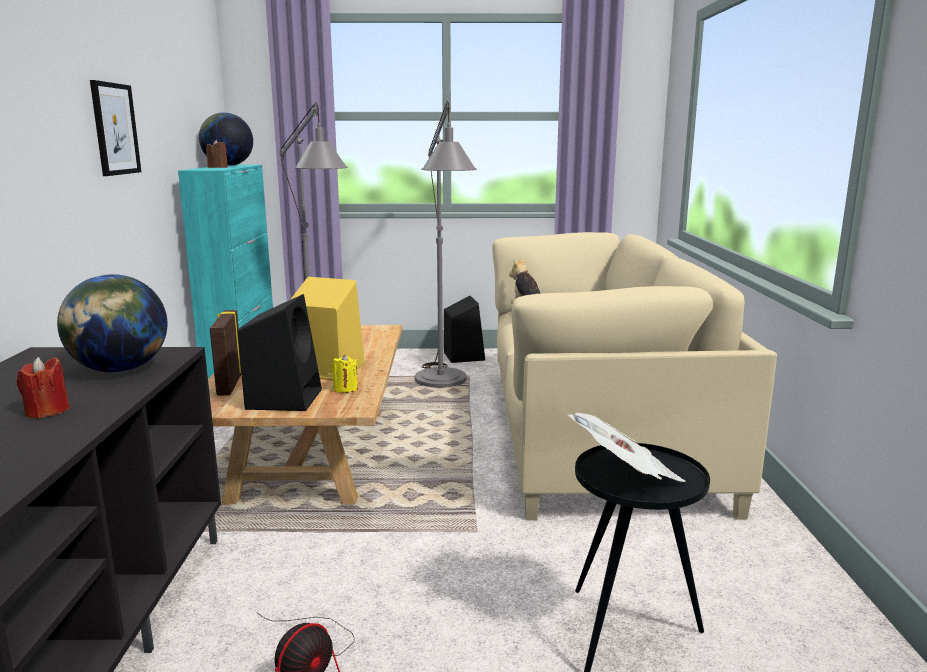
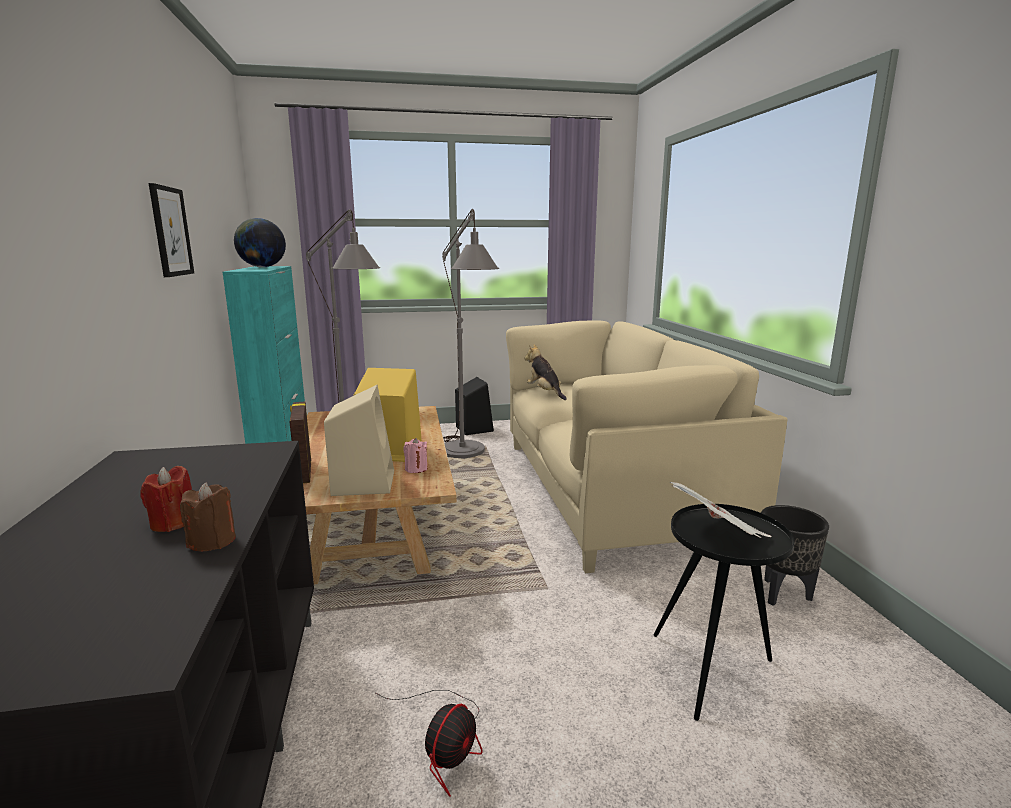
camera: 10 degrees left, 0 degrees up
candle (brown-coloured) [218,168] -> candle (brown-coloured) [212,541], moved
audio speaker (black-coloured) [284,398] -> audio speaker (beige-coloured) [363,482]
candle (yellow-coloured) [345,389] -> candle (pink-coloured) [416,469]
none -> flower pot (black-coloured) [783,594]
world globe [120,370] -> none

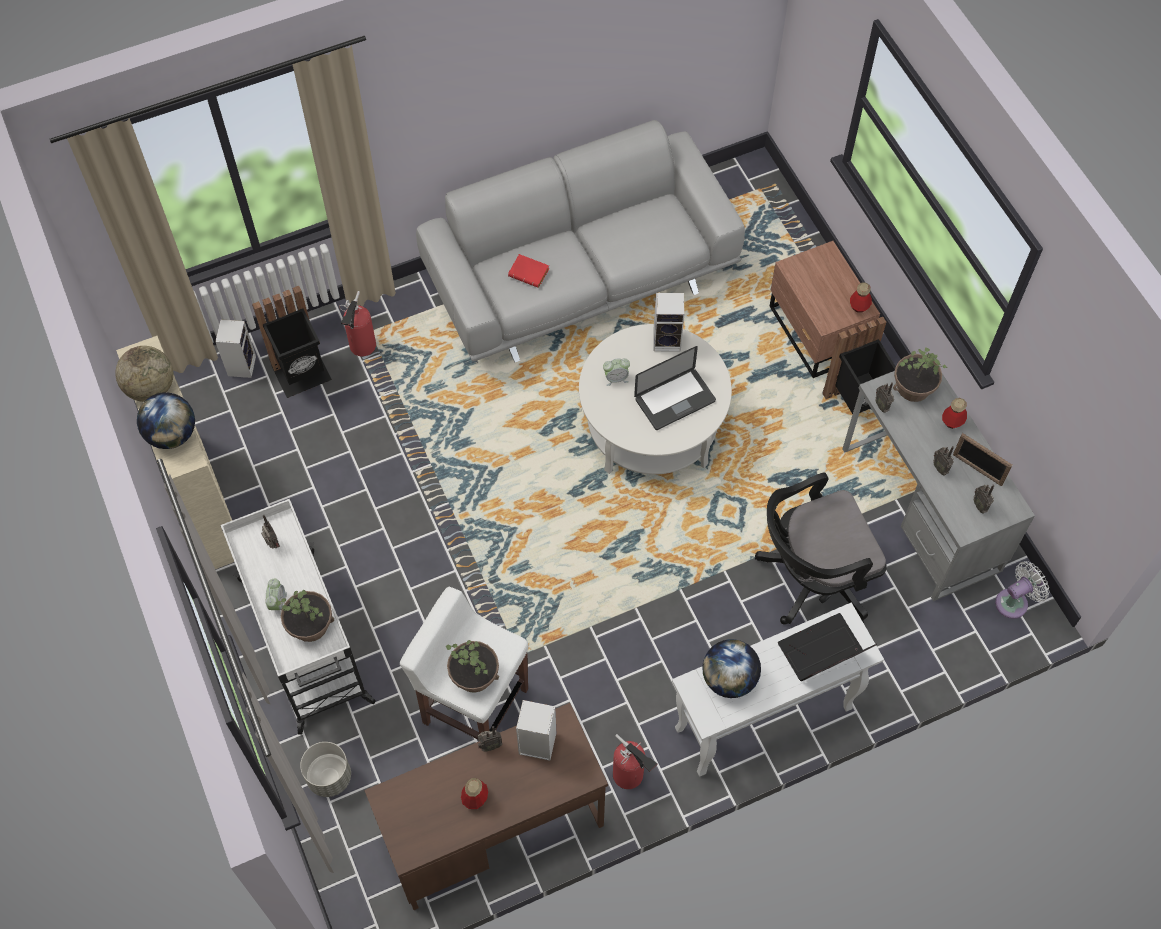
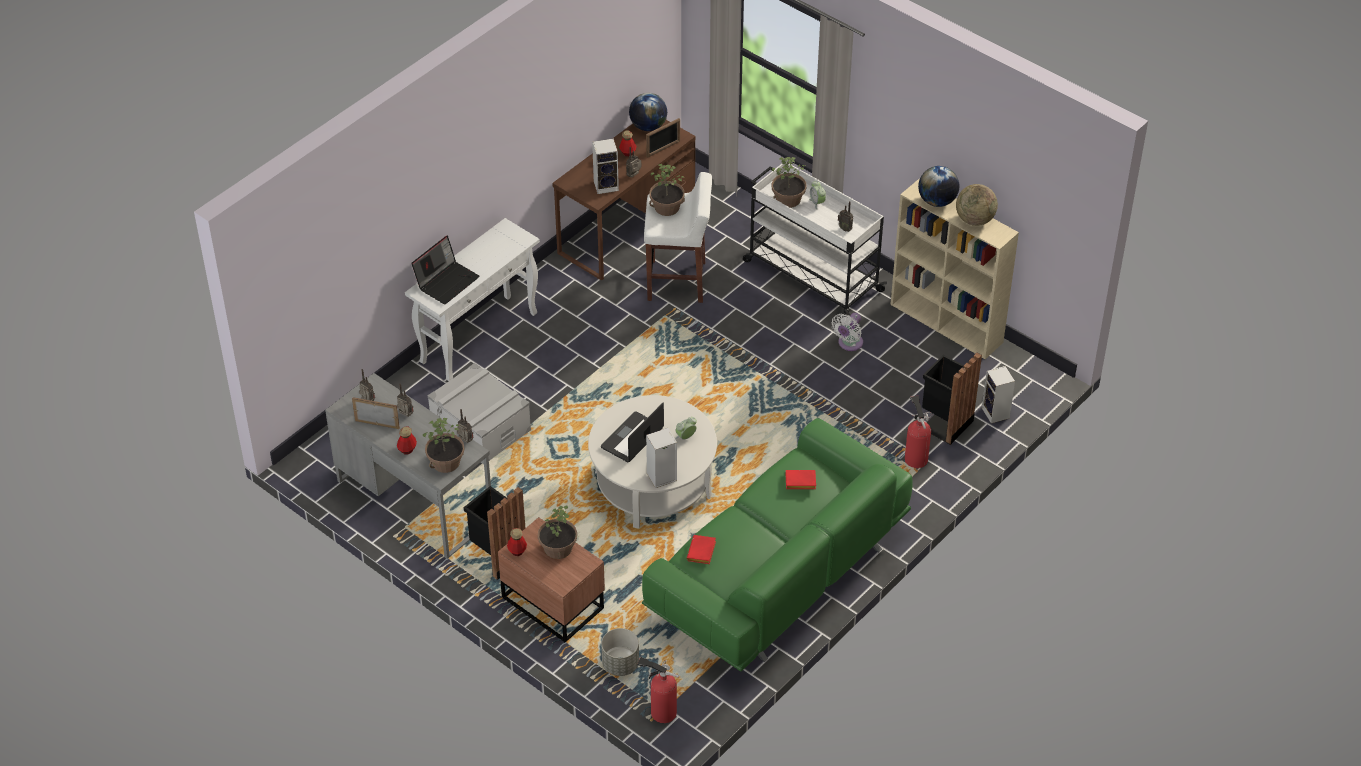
camera: 155 degrees right, 15 degrees down
desk chair (black-coloured) [811,578] -> storage container (grey) [481,427]
none -> plant in a pot [557,548]
flower pot (grey) [329,776] -> flower pot (grey) [620,664], moved
world globe [729,679] -> world globe [648,126], moved
fire extinguisher [630,777] -> fire extinguisher [660,711], moved
settee (grey) [581,276] -> settee (greenish) [777,574]
none -> standing frame [663,149]
none -> volume (red-coloured) [702,552]
cooling fan (white-coloured) [1014,602] -> cooling fan (white-coloured) [849,344], moved

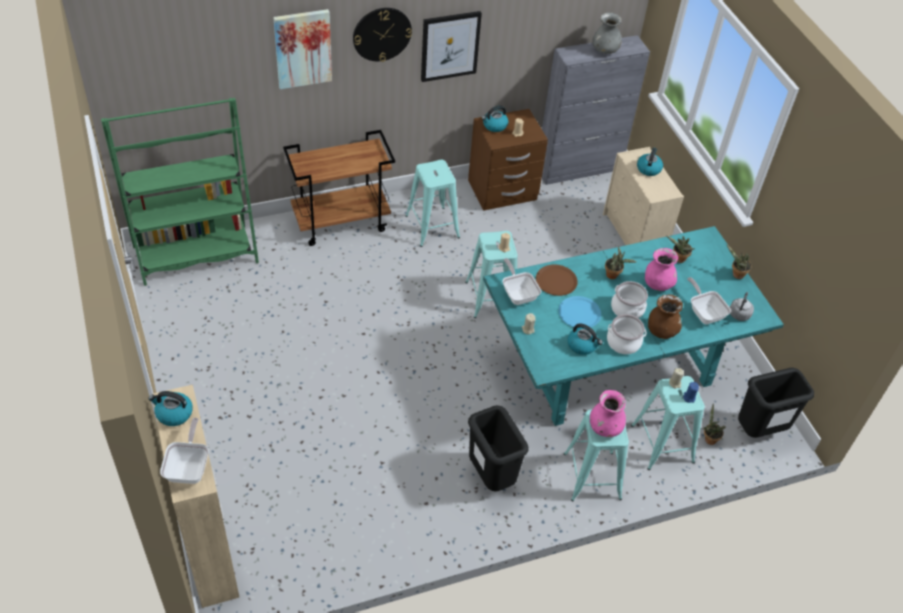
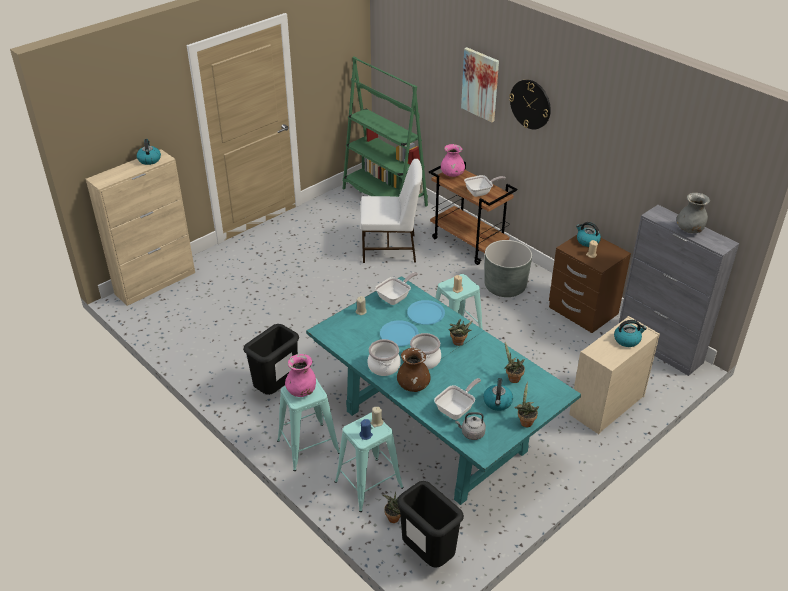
camera: 70 degrees right, 10 degrees down
none -> upright chair (white-coloured) [390,249]
plate (brown-coloured) [556,281] -> plate (bluish) [426,313]
decorative vase (pink-coloured) [657,284] -> decorative vase (pink-coloured) [452,174], moved
skillet [189,467] -> skillet [481,192], moved
tea kettle [582,345] -> tea kettle [497,402], moved
stool (turquoise-coloured) [432,226] -> flower pot (grey) [505,286]
wall picture [450,46] -> none

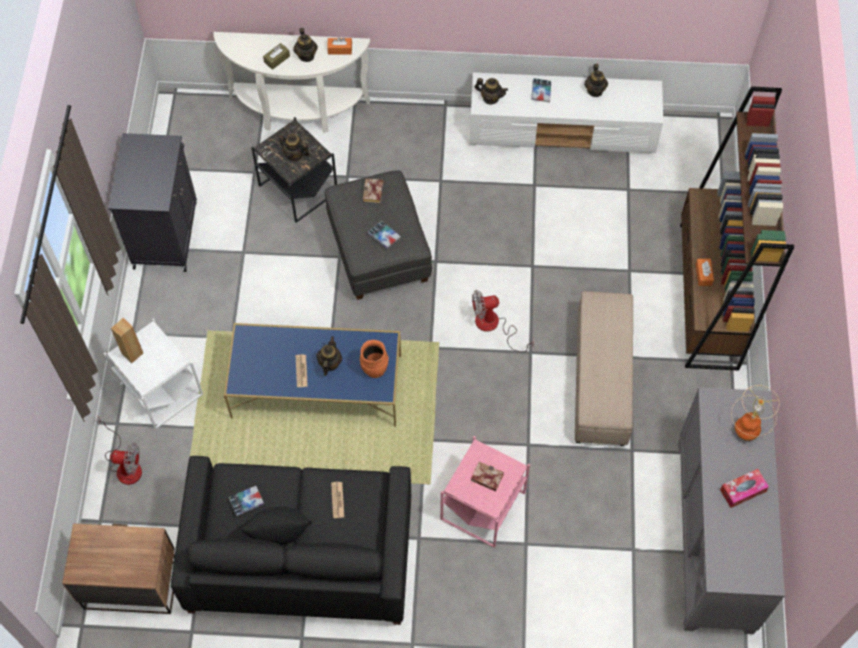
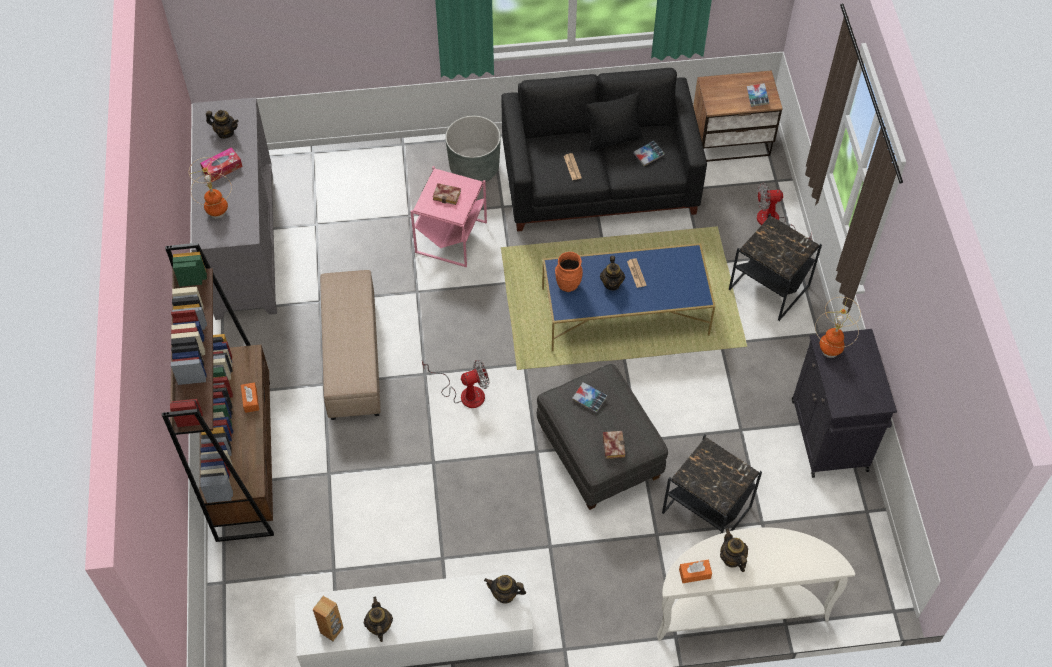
camera: 170 degrees right, 5 degrees down
tea pot [294,155] -> tea pot [225,132], moved
audio speaker (brown-coloured) [132,353] -> audio speaker (brown-coloured) [332,630], moved
none -> flower pot (grey) [474,168]
accent table (white-coloured) [160,389] -> accent table (black-coloured) [769,288]
volume [541,92] -> volume [757,97], moved
none -> lamp for a table [830,350]
box of tissues (brown-coloured) [277,59] -> none

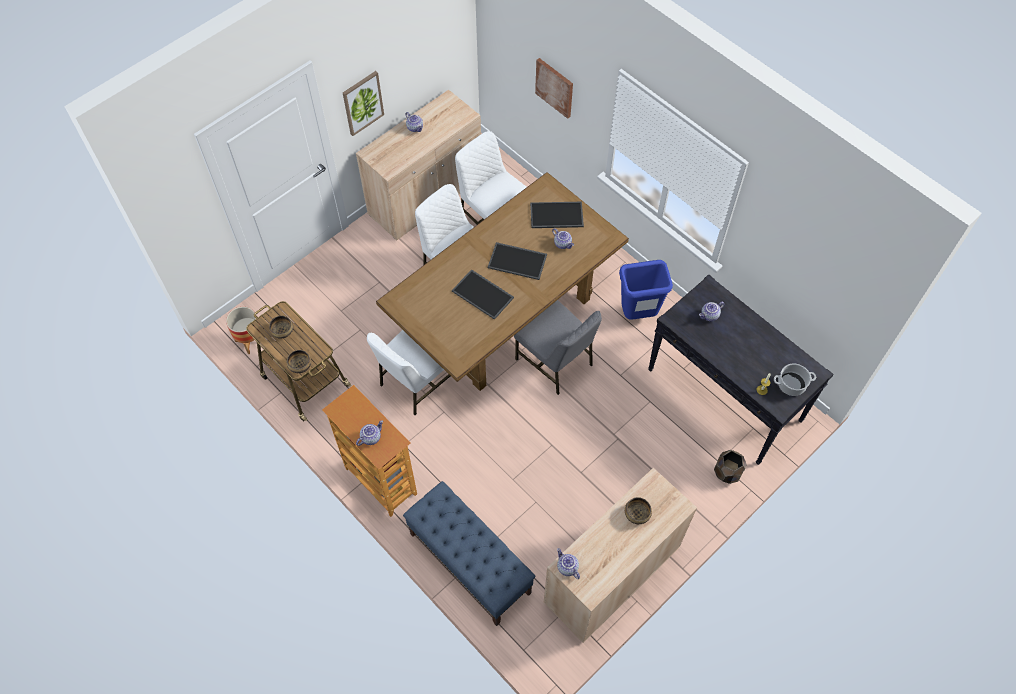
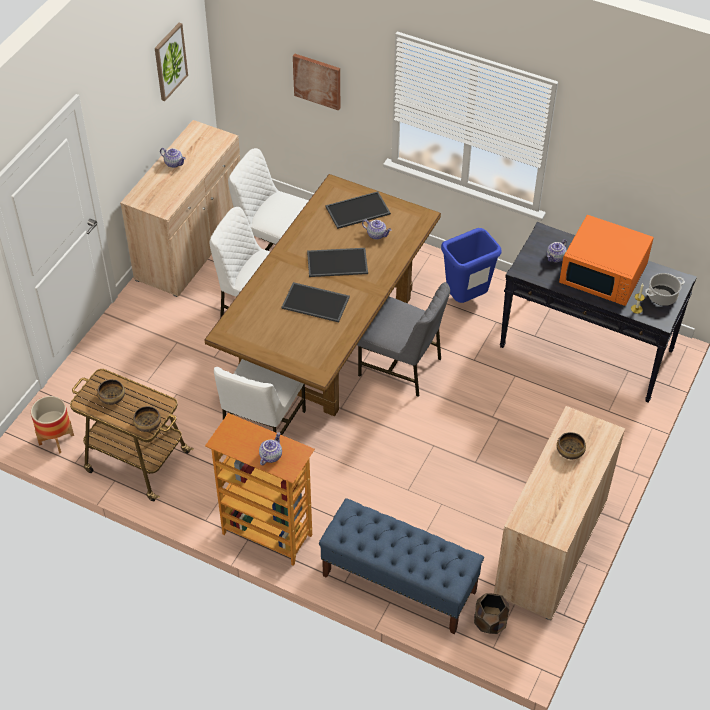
camera: 20 degrees left, 10 degrees down
wall picture [362,103] -> wall picture [170,61], moved
flower pot (brown-coloured) [727,472] -> flower pot (brown-coloured) [490,622], moved
none -> microwave oven (orange-coloured) [604,274]
tea pot [567,567] -> none

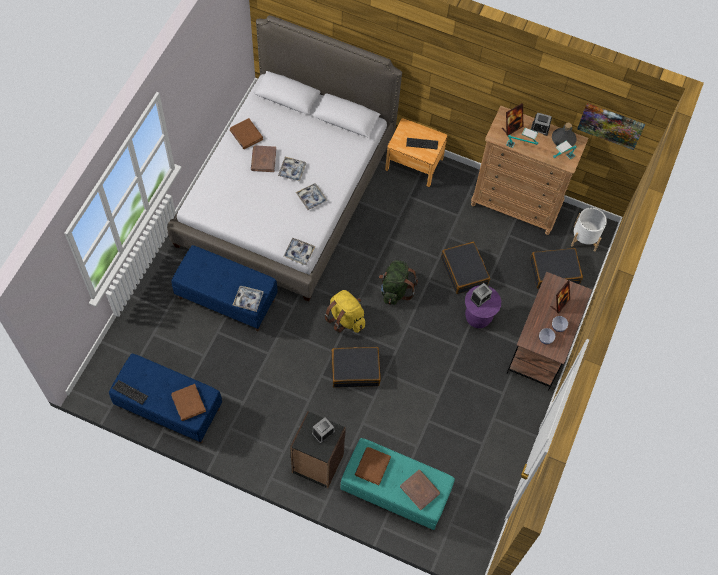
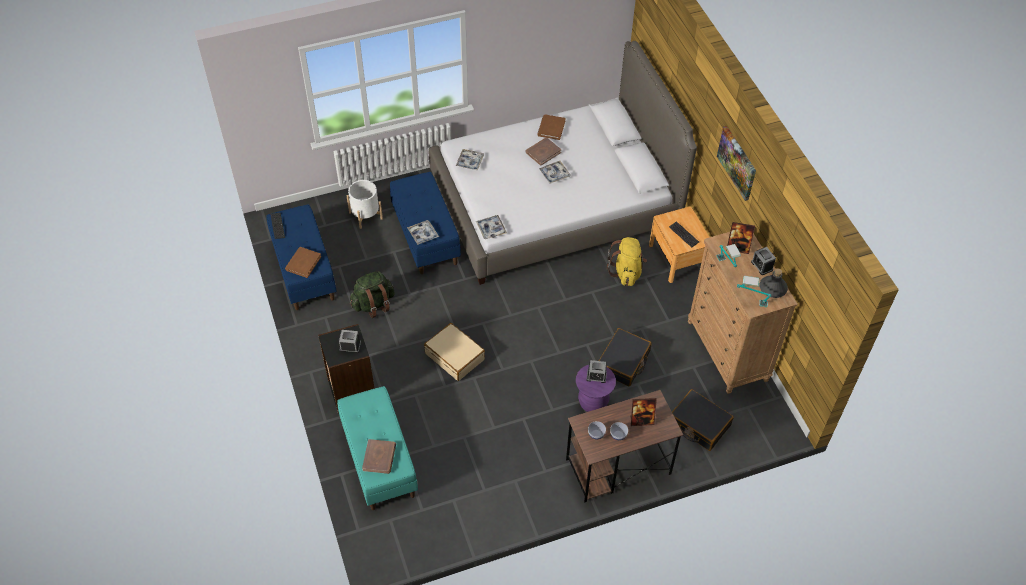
camera: 50 degrees right, 10 degrees down
flower pot (white-coloured) [584,238] -> flower pot (white-coloured) [365,215], moved
knapsack (greenish) [395,290] -> knapsack (greenish) [373,304], moved
suitcase (black-coloured) [355,370] -> suitcase (beige-coloured) [455,356]
tray [311,198] -> tray [470,162], moved
knapsack (yellow-coloured) [345,318] -> knapsack (yellow-coloured) [626,272], moved
wall picture [611,125] -> wall picture [737,162], moved
volume (brown-coloured) [372,466] -> none

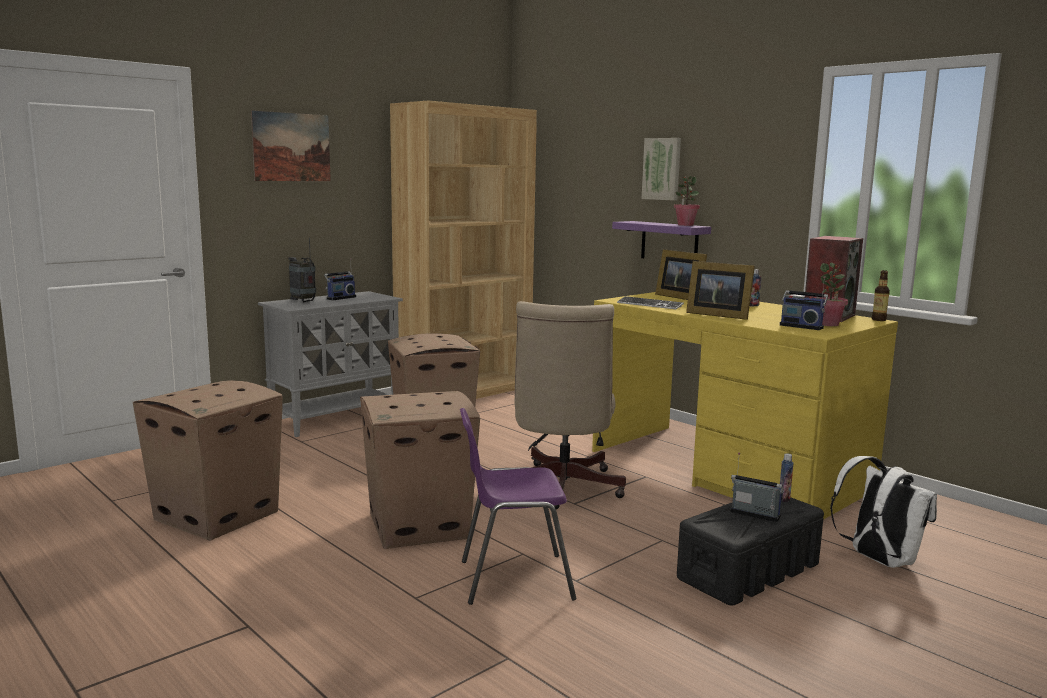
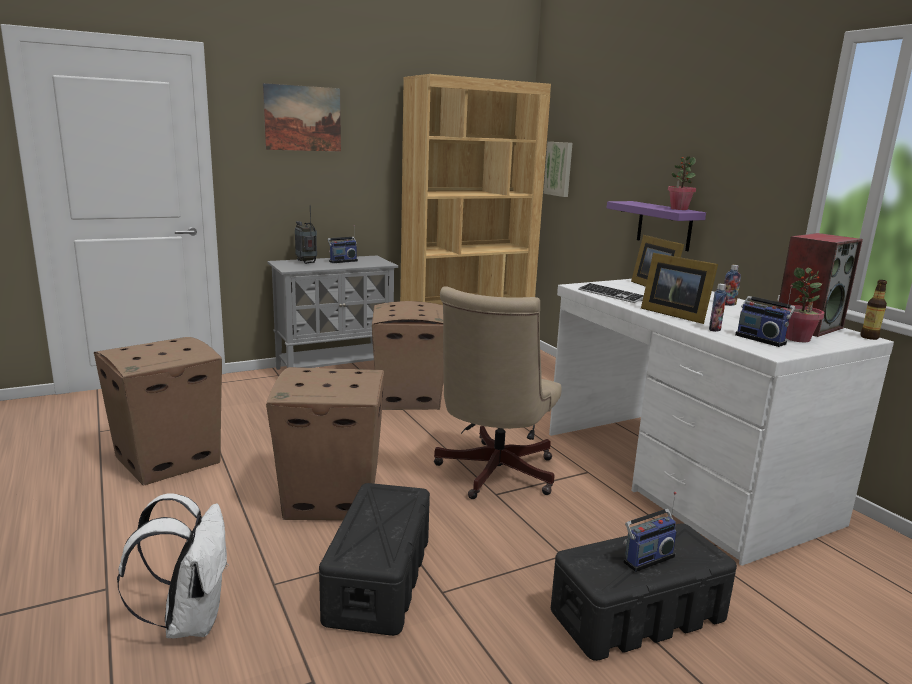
camera: 15 degrees right, 5 degrees up
knapsack (white-coloured) [878,560] -> knapsack (white-coloured) [190,620], moved
upright chair (purple-coloured) [512,579] -> storage container (black-coloured) [379,579]
wall picture [662,169] -> wall picture [559,169], moved
desk table (yellow-coloured) [726,470] -> desk table (white-coloured) [680,476]
radio set [754,515] -> radio set [646,558], 105 degrees clockwise
bottle [784,499] -> bottle [714,329], moved

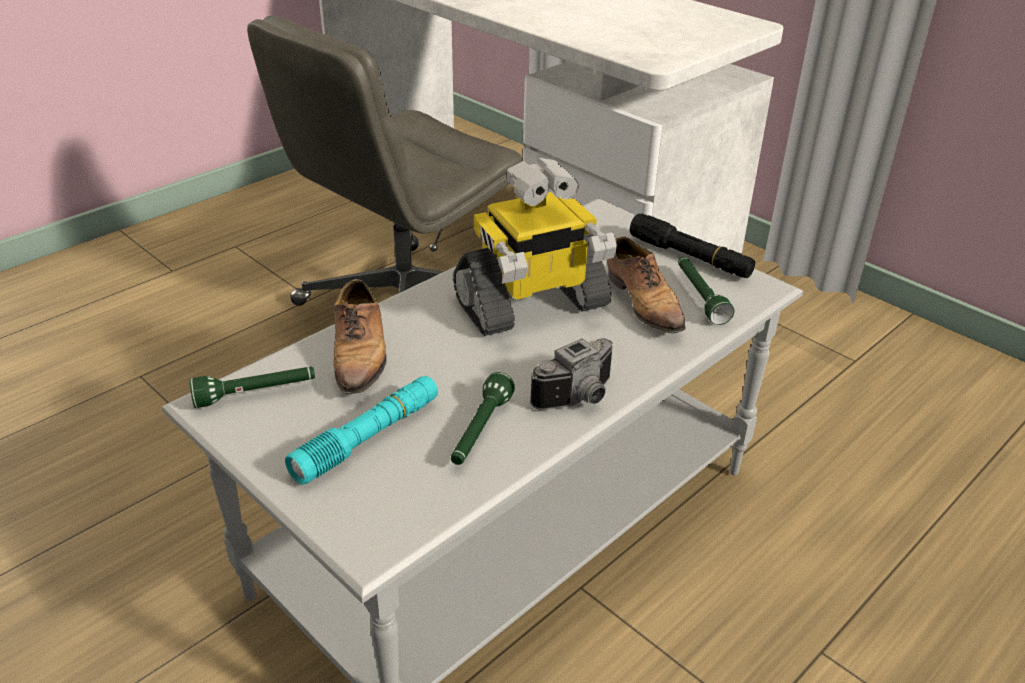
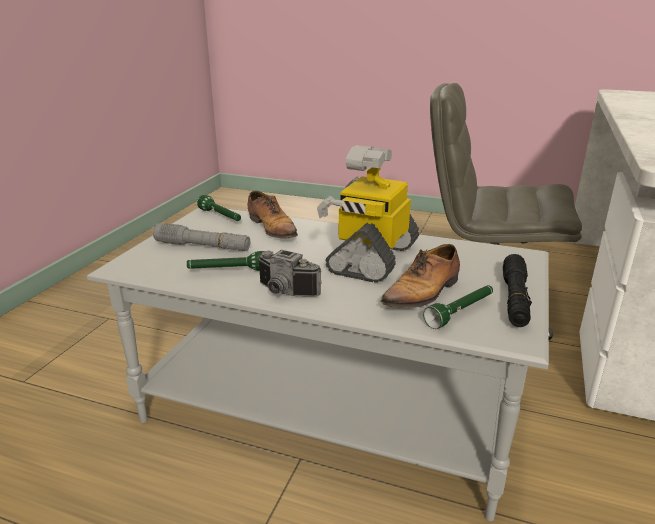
camera: 65 degrees right, 10 degrees down
hand torch (turquoise-coloured) [368,438] -> hand torch (grey) [203,246]
low shoe [360,354] -> low shoe [272,228], 90 degrees counterclockwise
toy robot [531,305] -> toy robot [371,258], 75 degrees clockwise

